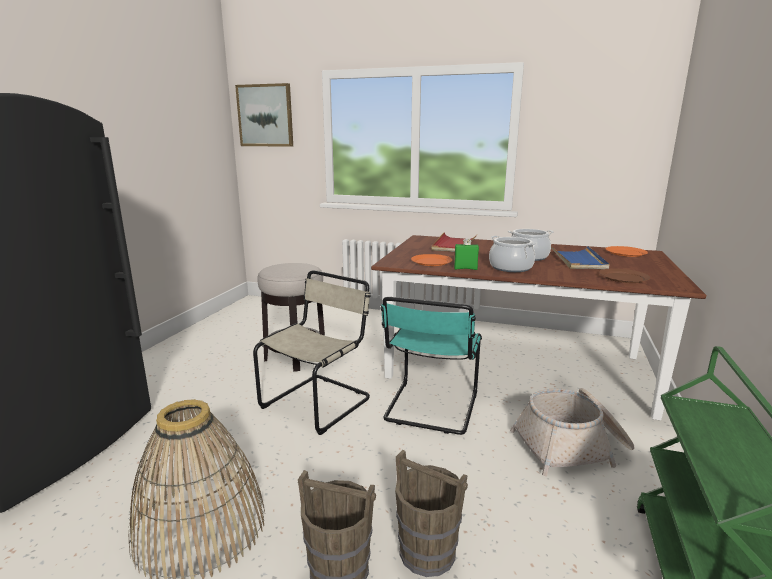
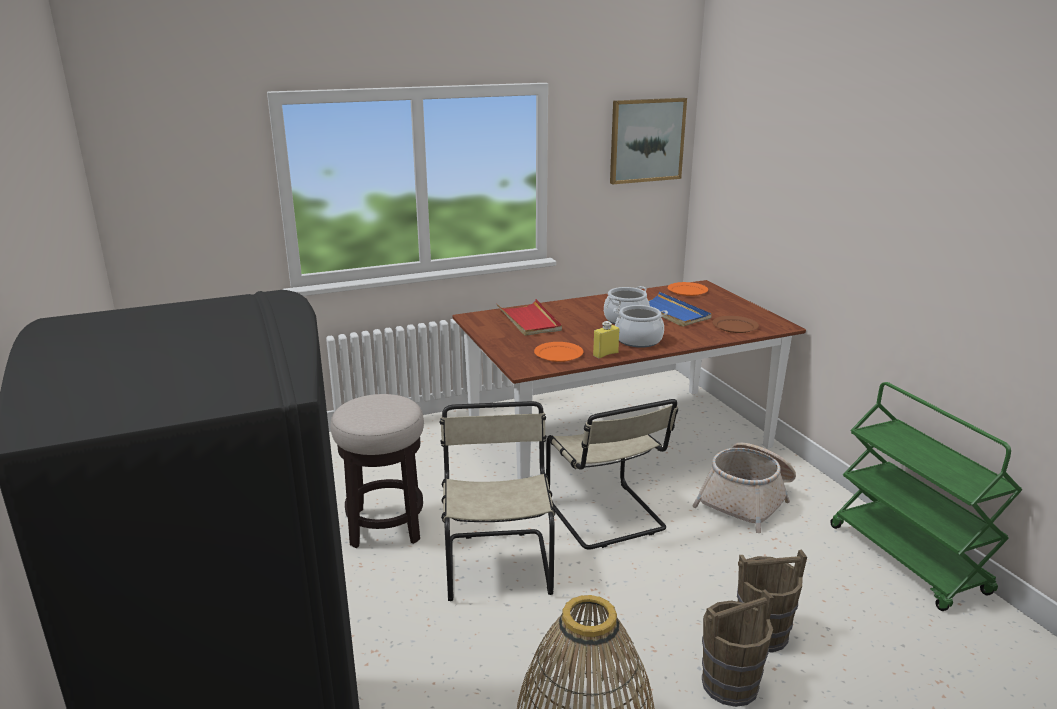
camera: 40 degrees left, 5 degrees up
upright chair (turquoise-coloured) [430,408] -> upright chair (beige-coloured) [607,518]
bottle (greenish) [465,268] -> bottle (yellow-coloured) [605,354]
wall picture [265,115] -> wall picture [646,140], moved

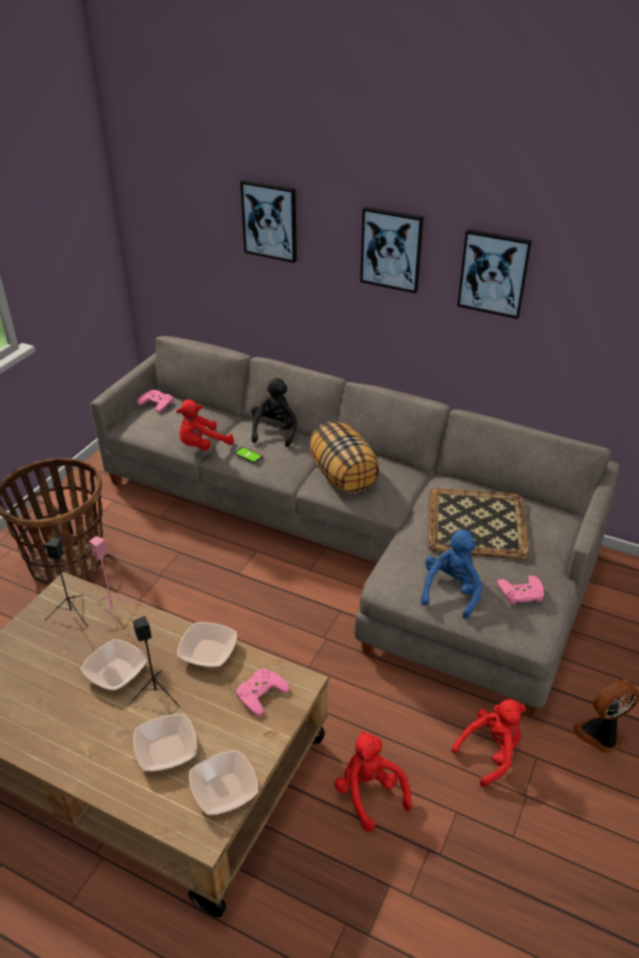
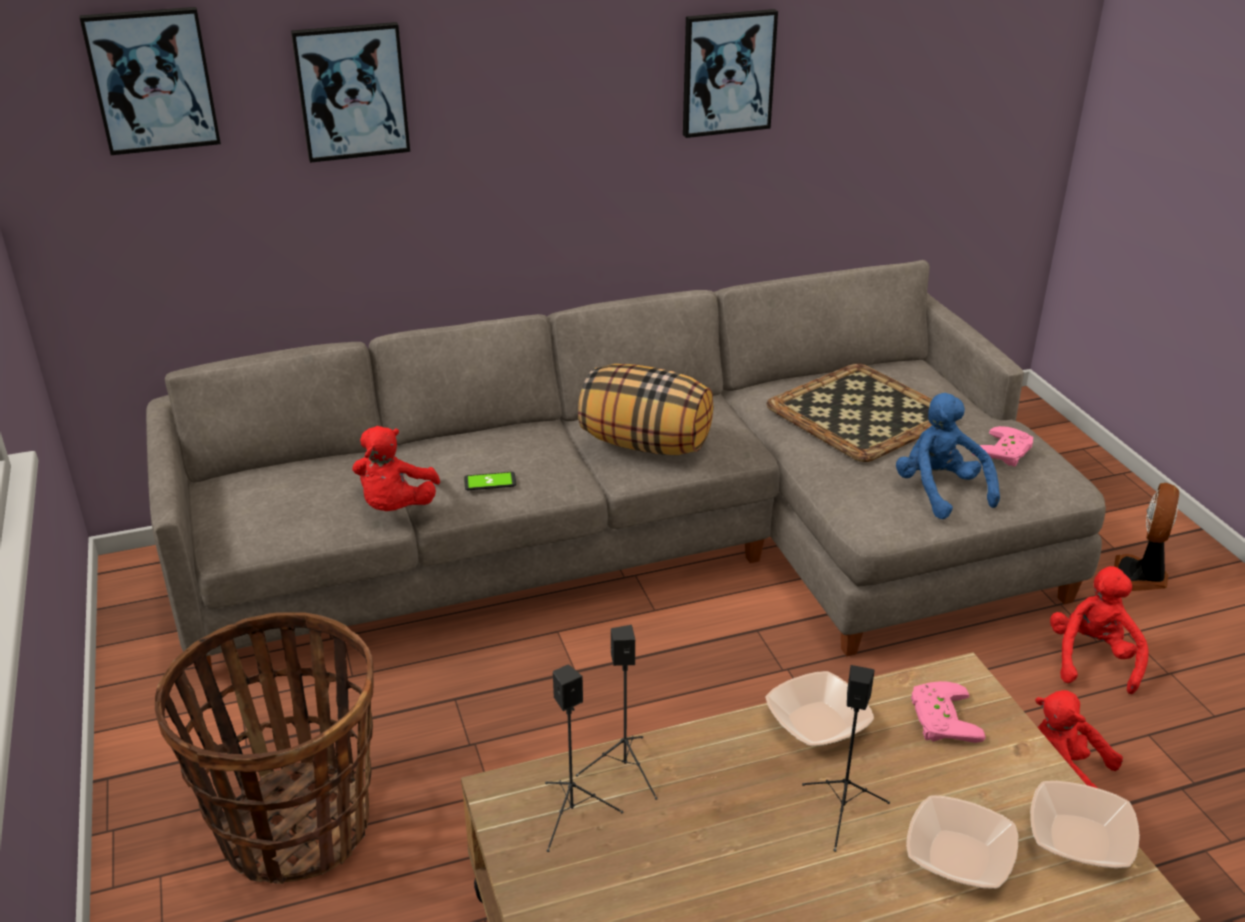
camera: 45 degrees left, 5 degrees down
wall picture [391,249] -> wall picture [152,80], moved
audio speaker (pink-coloured) [114,611] -> audio speaker (black-coloured) [625,769]
deep dish [116,672] -> none
game controller (pink-coloured) [158,402] -> none
soft toy (black-coloured) [275,431] -> none

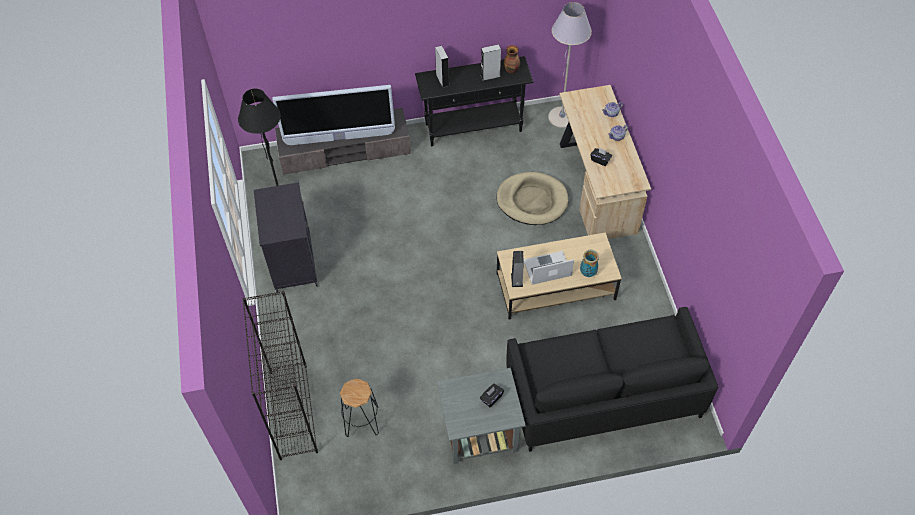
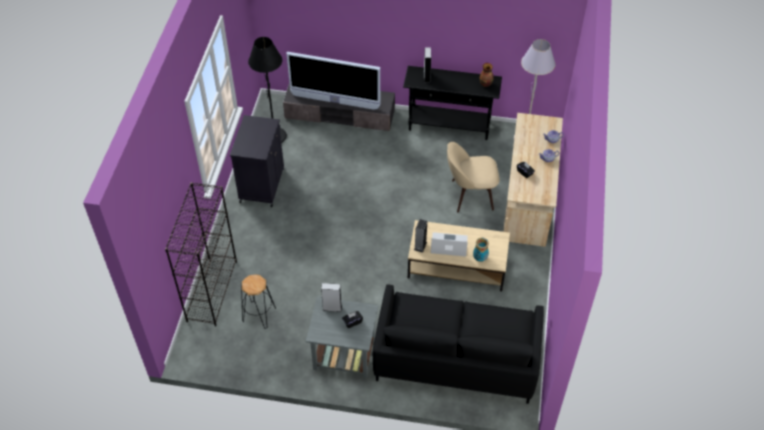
camera: 20 degrees right, 5 degrees down
audio speaker (grey) [490,76] -> audio speaker (grey) [332,308], moved
pet bed (beige-coloured) [532,200] -> upright chair (beige-coloured) [470,195]

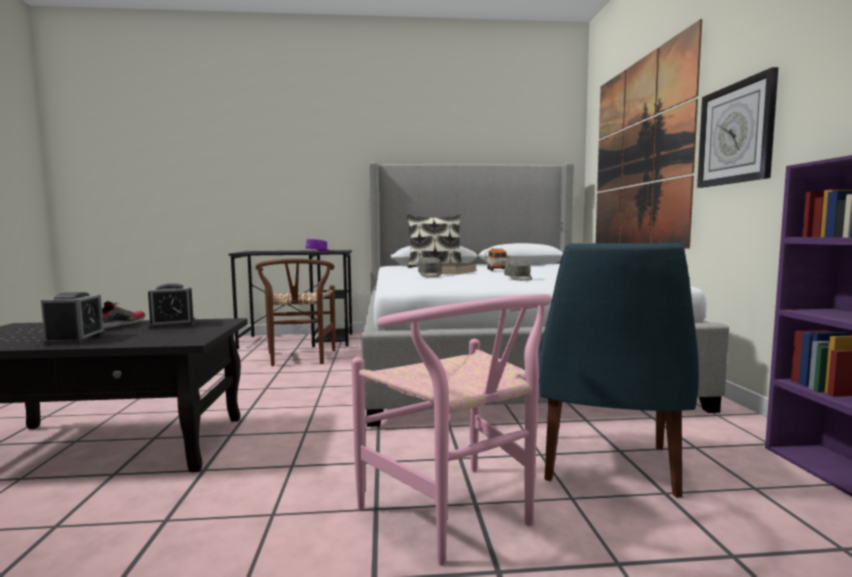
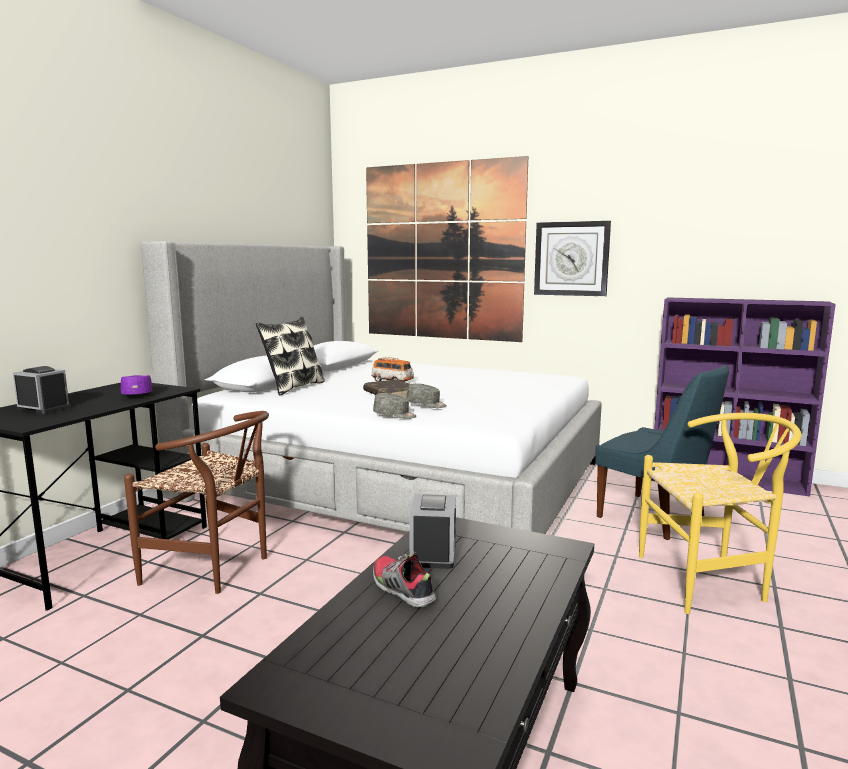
camera: 60 degrees left, 5 degrees up
bedside clock [75,339] -> bedside clock [43,408], moved
peaked cap (grey) [518,279] -> peaked cap (grey) [395,415], moved
upright chair (pink-coloured) [458,518] -> upright chair (yellow-coloured) [710,581]

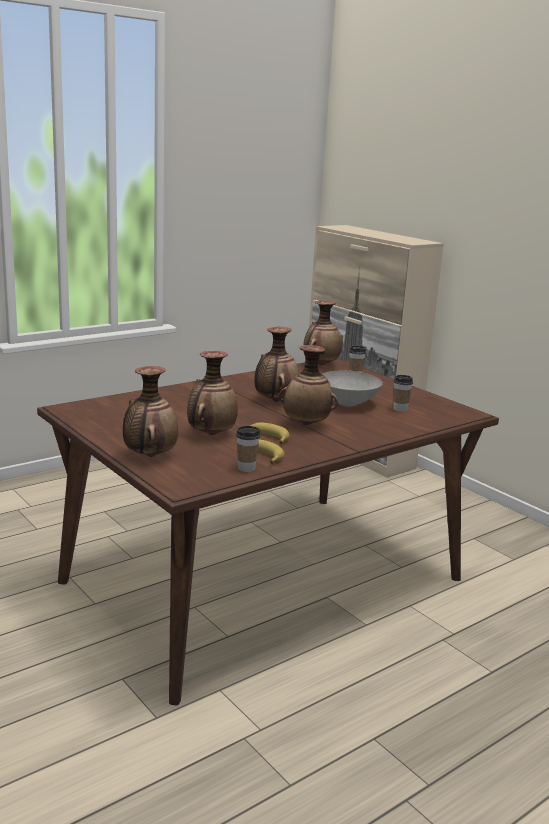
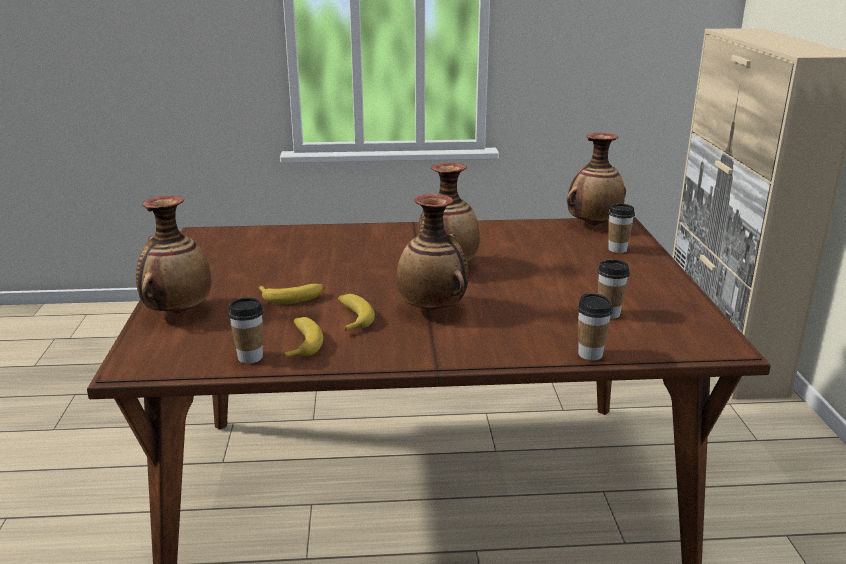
camera: 35 degrees right, 5 degrees up
decorative vase [211,434] -> whole banana [292,297]
none -> cup [590,354]
deep dish (grey) [348,403] -> none

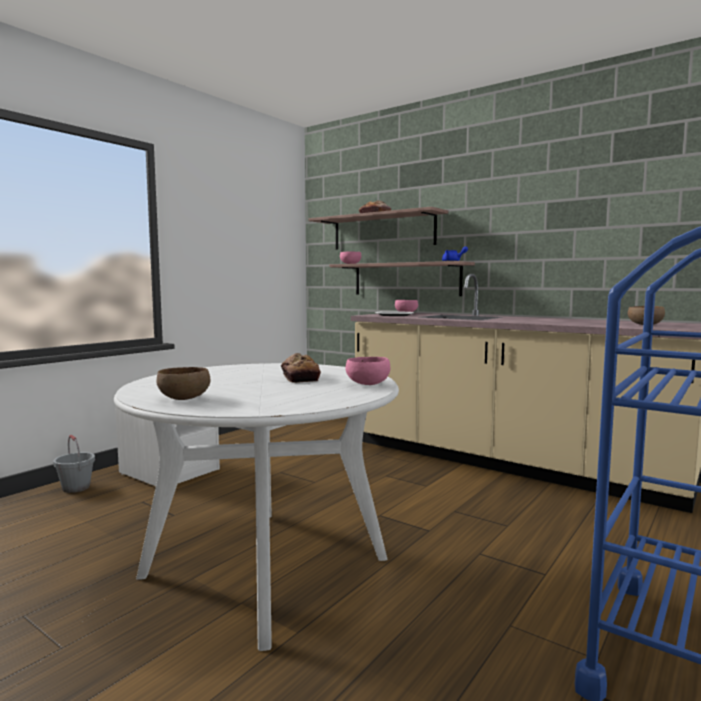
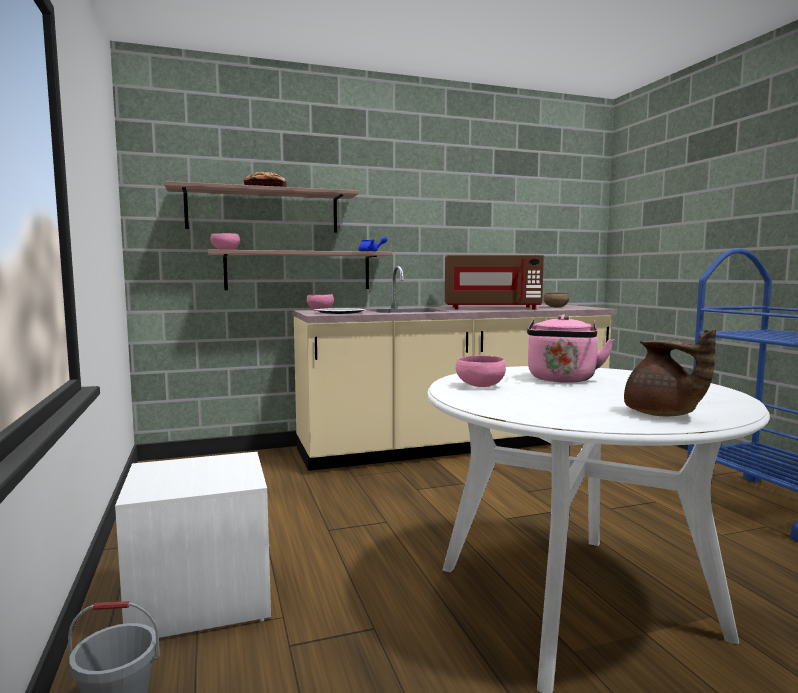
camera: 55 degrees left, 0 degrees up
none -> microwave oven (brown-coloured) [491,308]
deep dish (pink-coloured) [367,384] -> deep dish (pink-coloured) [479,386], moved
baked bread [300,377] -> tea kettle (pink-coloured) [562,380]
deep dish (brown-coloured) [183,398] -> tea pot (brown-coloured) [662,414]

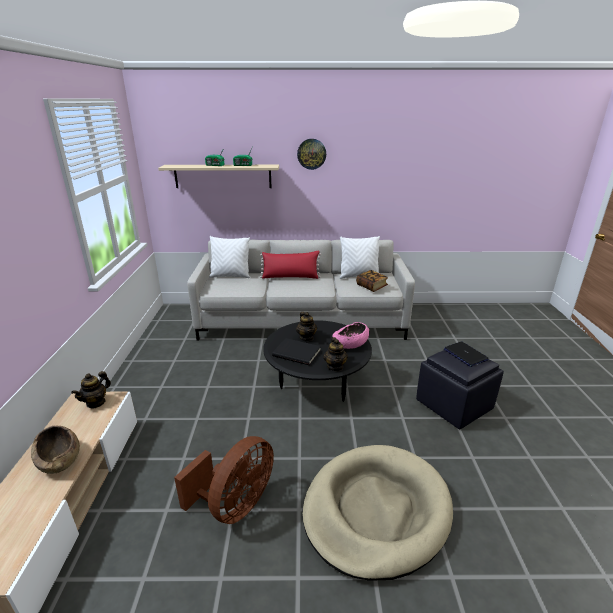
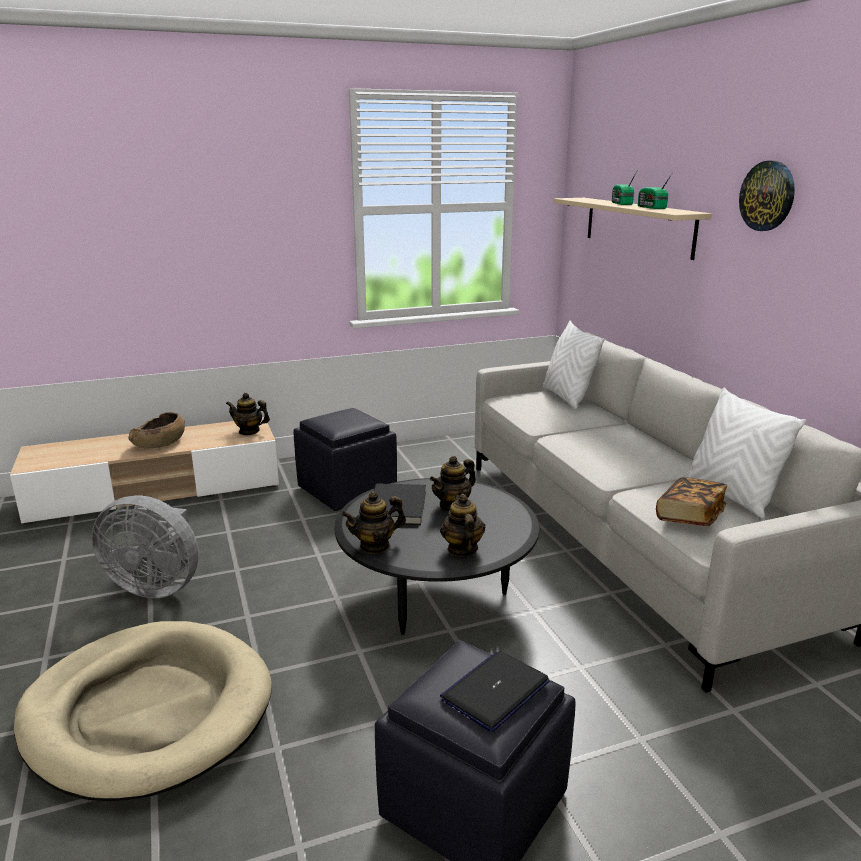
camera: 70 degrees right, 5 degrees down
cooling fan (brown-coloured) [235,504] -> cooling fan (grey) [157,585]
none -> ottoman (black-coloured) [347,491]
deep dish (pink-coloured) [350,344] -> tea pot [462,549]
pillow (red-coloured) [290,277] -> none

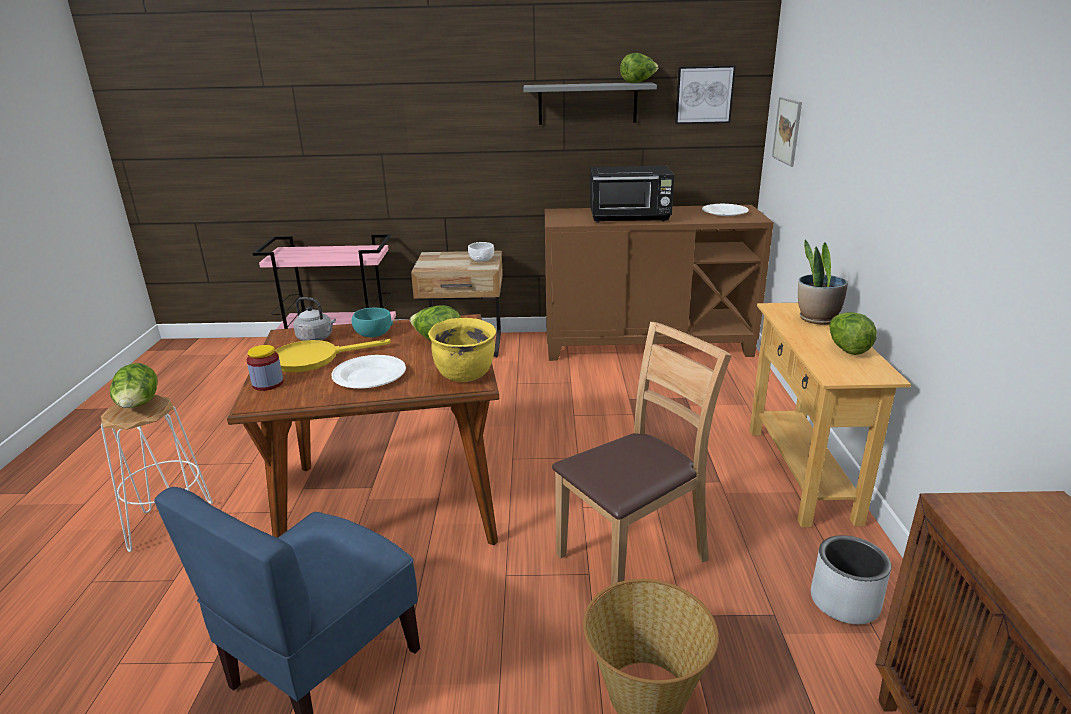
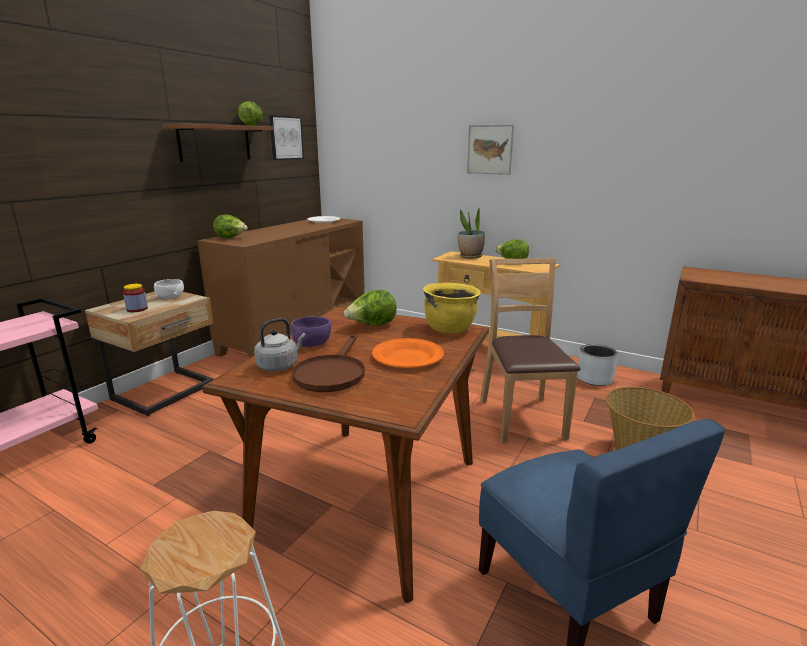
camera: 60 degrees left, 5 degrees down
jar [268,384] -> jar [137,309], moved
bracket shelf (grey) [587,103] -> bracket shelf (brown-coloured) [215,143]
lettuce head [139,406] -> lettuce head [231,238], moved
deep dish (turquoise-coloured) [373,333] -> deep dish (purple-coloured) [312,343]
skillet (yellow-coloured) [315,358] -> skillet (brown-coloured) [332,373]
plate (white-coloured) [369,376] -> plate (orange-coloured) [407,357]
wall picture [787,131] -> wall picture [490,149], moved
microwave oven (black-coloured) [630,218] -> none

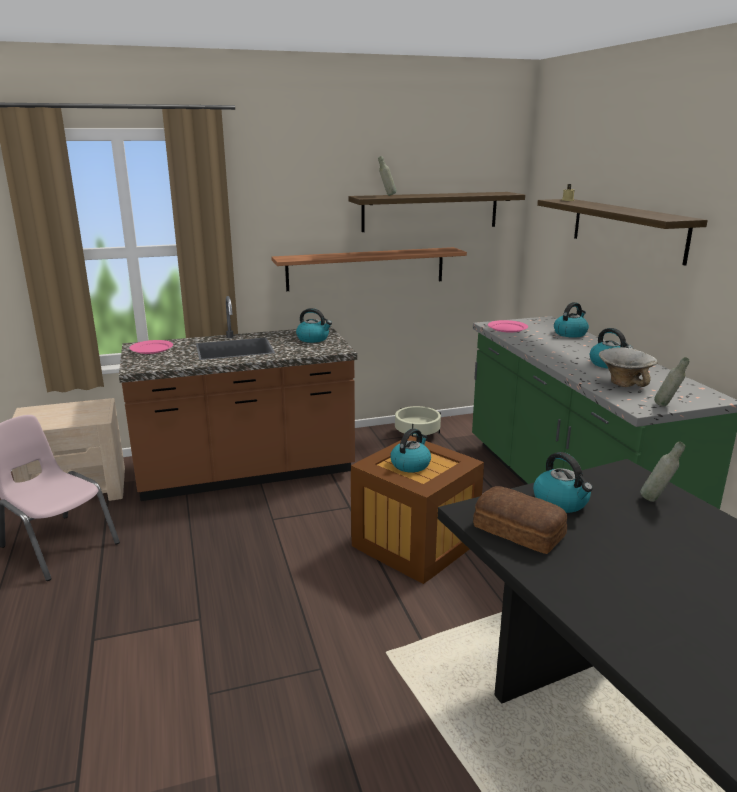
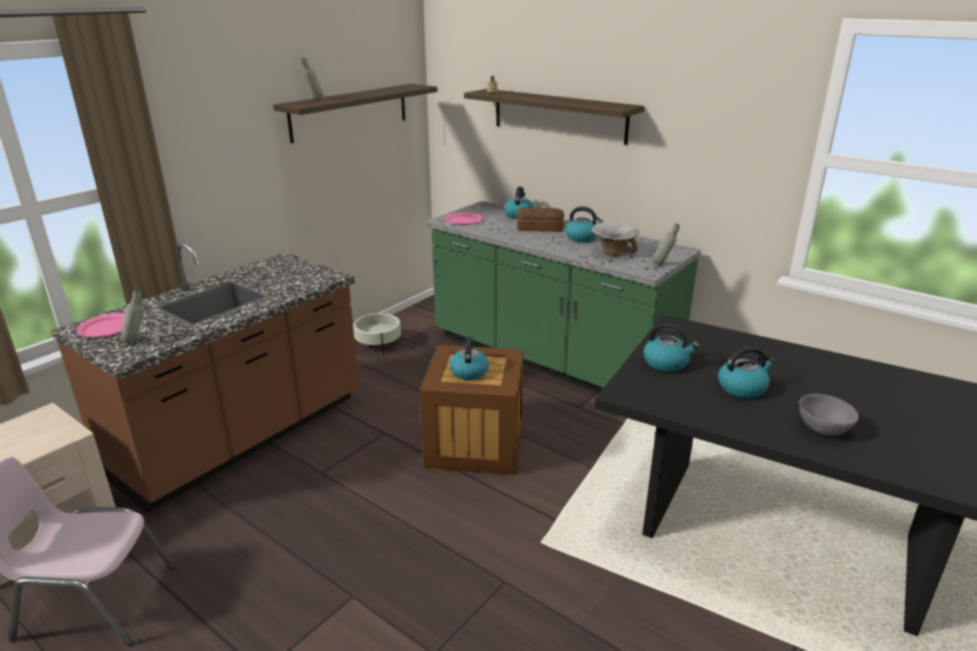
camera: 35 degrees left, 5 degrees up
bottle (grey) [656,500] -> bottle (grey) [137,341], moved
baked bread [519,532] -> baked bread [540,228], moved
tea kettle [313,339] -> tea kettle [742,387], moved
none -> deep dish (grey) [823,428]
bracket shelf [366,268] -> none

